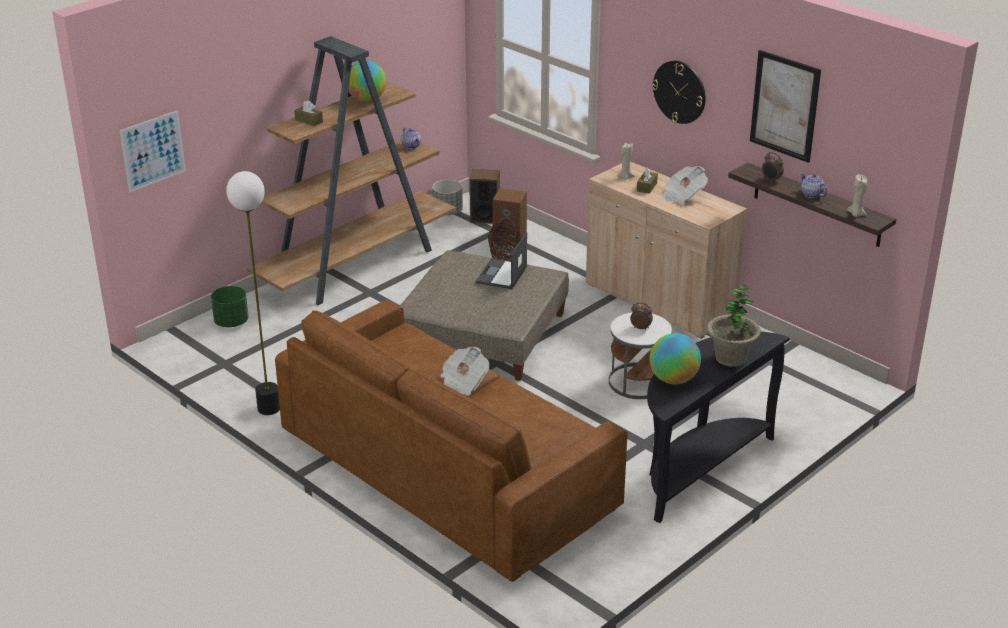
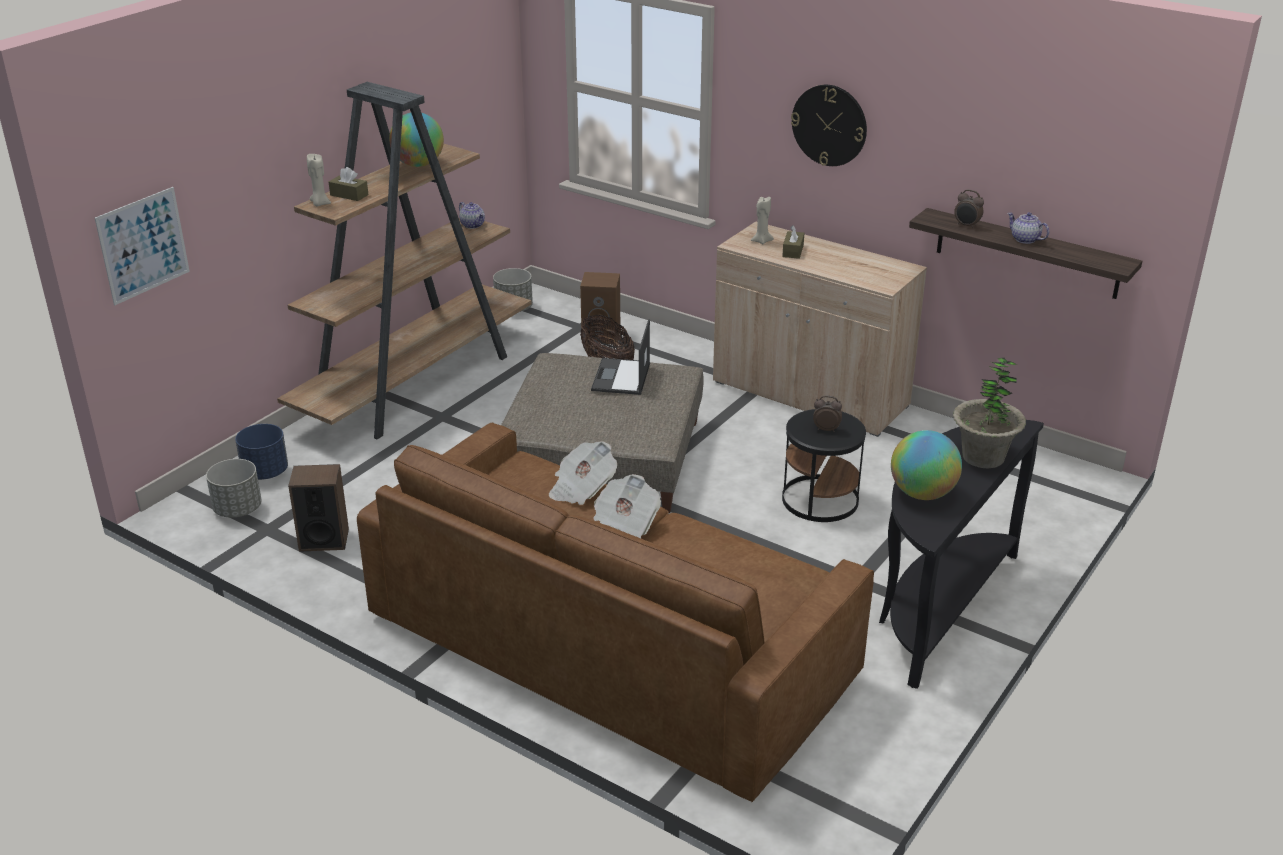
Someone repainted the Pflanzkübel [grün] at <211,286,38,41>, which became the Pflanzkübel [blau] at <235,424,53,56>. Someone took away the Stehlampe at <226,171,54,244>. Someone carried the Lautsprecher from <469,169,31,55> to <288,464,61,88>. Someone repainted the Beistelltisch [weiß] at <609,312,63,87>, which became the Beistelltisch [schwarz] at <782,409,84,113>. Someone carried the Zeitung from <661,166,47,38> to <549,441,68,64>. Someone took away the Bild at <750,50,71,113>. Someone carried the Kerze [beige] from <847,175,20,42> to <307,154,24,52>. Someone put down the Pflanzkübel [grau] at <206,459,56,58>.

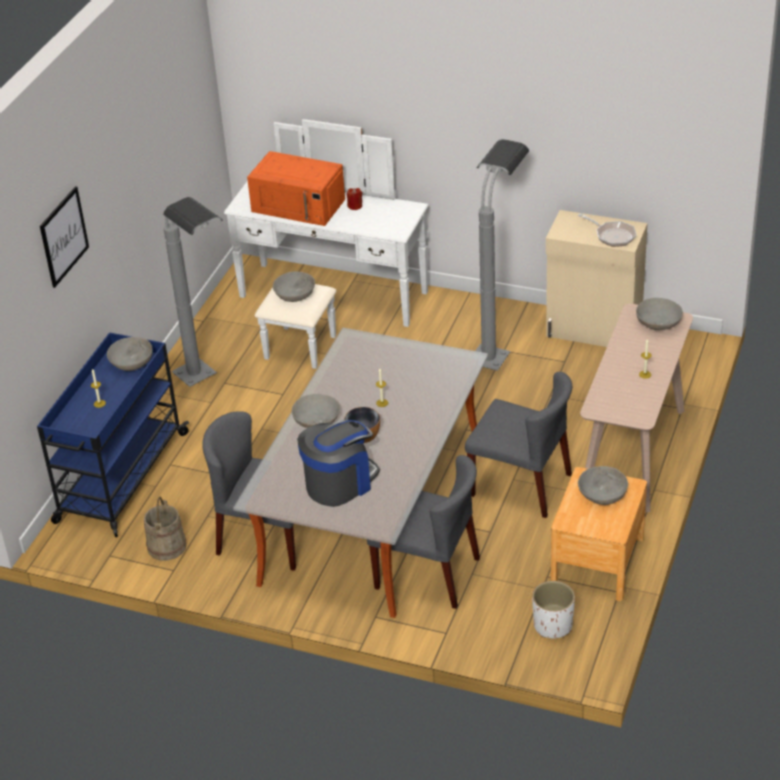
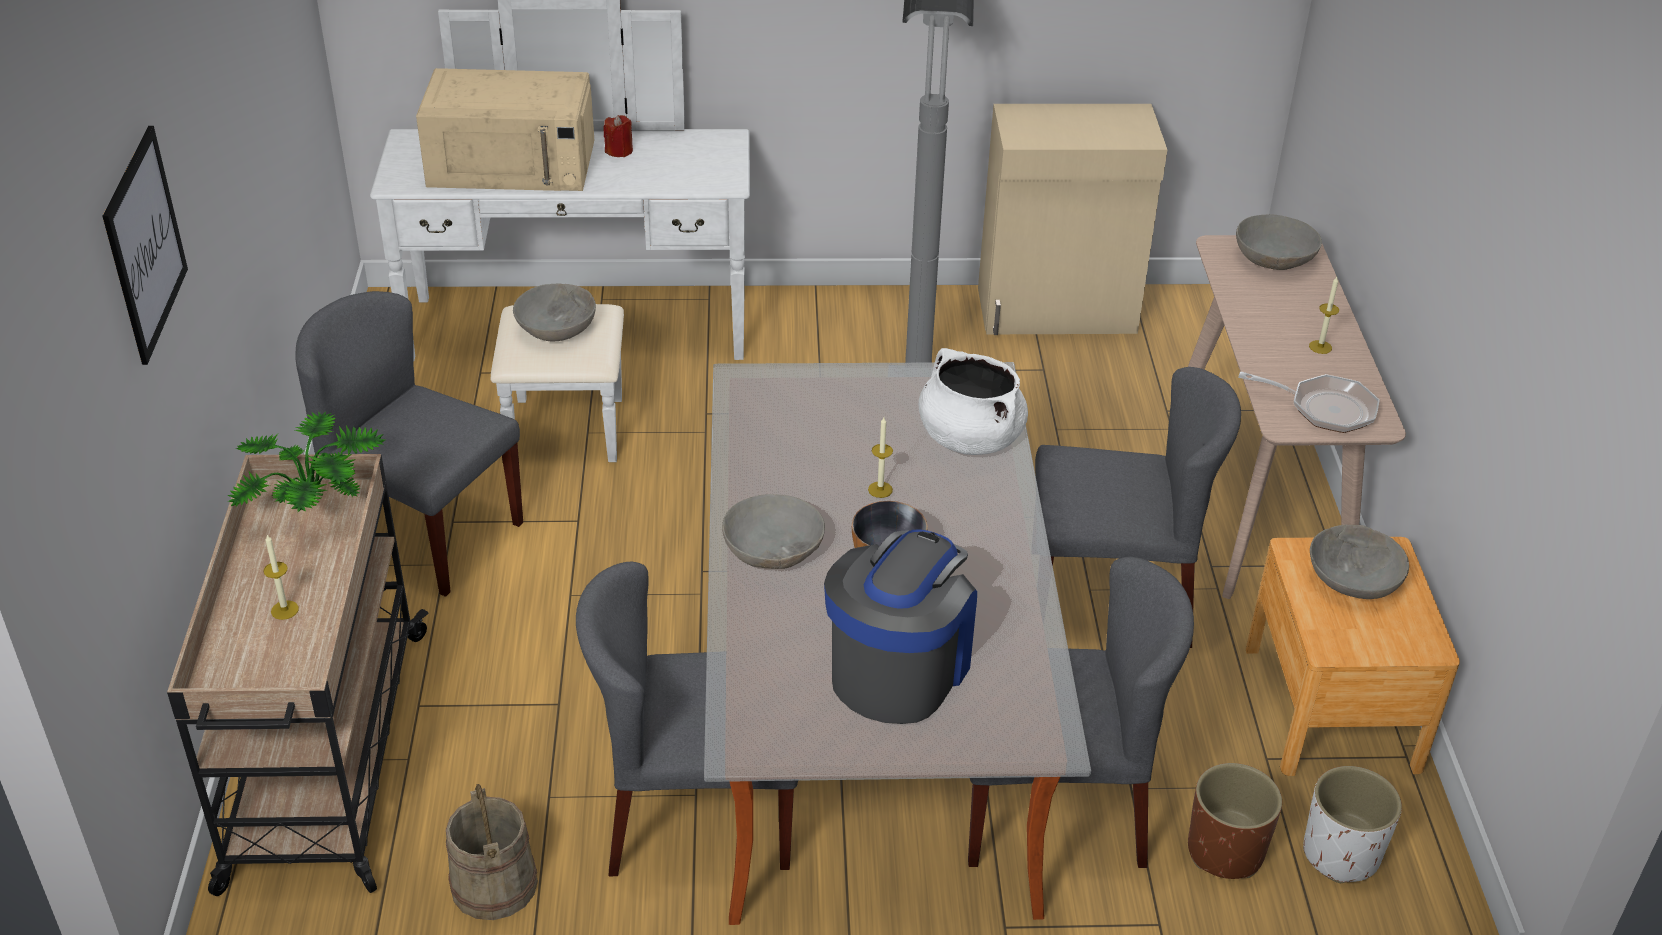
Someone repainted the Rollwagen [blau] at <37,332,152,205>, which became the Rollwagen [beige] at <167,454,261,442>. Someone swapped the Schüssel [grau] at <107,337,46,34> for the Topfpflanze at <228,412,157,100>. Someone swapped the Stehlampe [grau] at <163,197,60,190> for the Stuhl [grau] at <296,291,227,306>. Someone repainted the Mikrowelle [orange] at <247,151,98,75>, which became the Mikrowelle [beige] at <416,68,178,123>. Someone carried the Pfanne from <578,213,59,34> to <1238,371,142,62>. Someone put down the Kochtopf [weiß] at <918,348,110,107>. Someone put down the Pflanzkübel [braun] at <1188,763,94,116>.

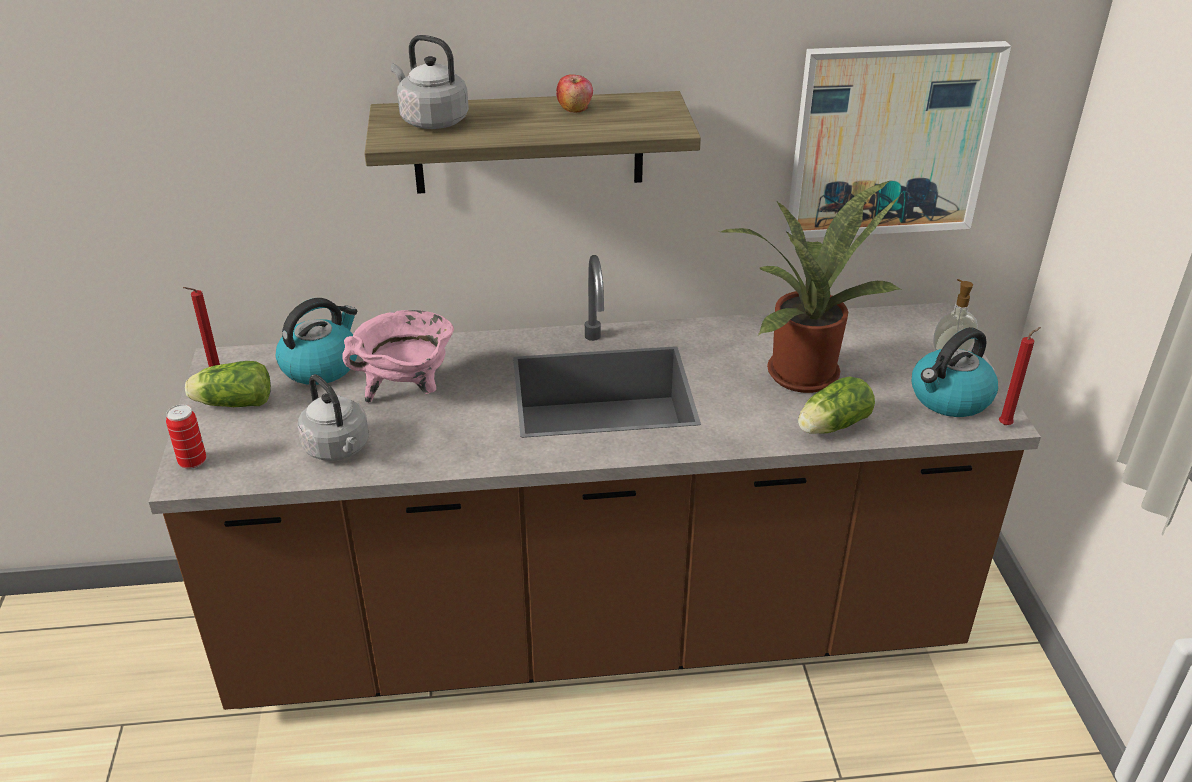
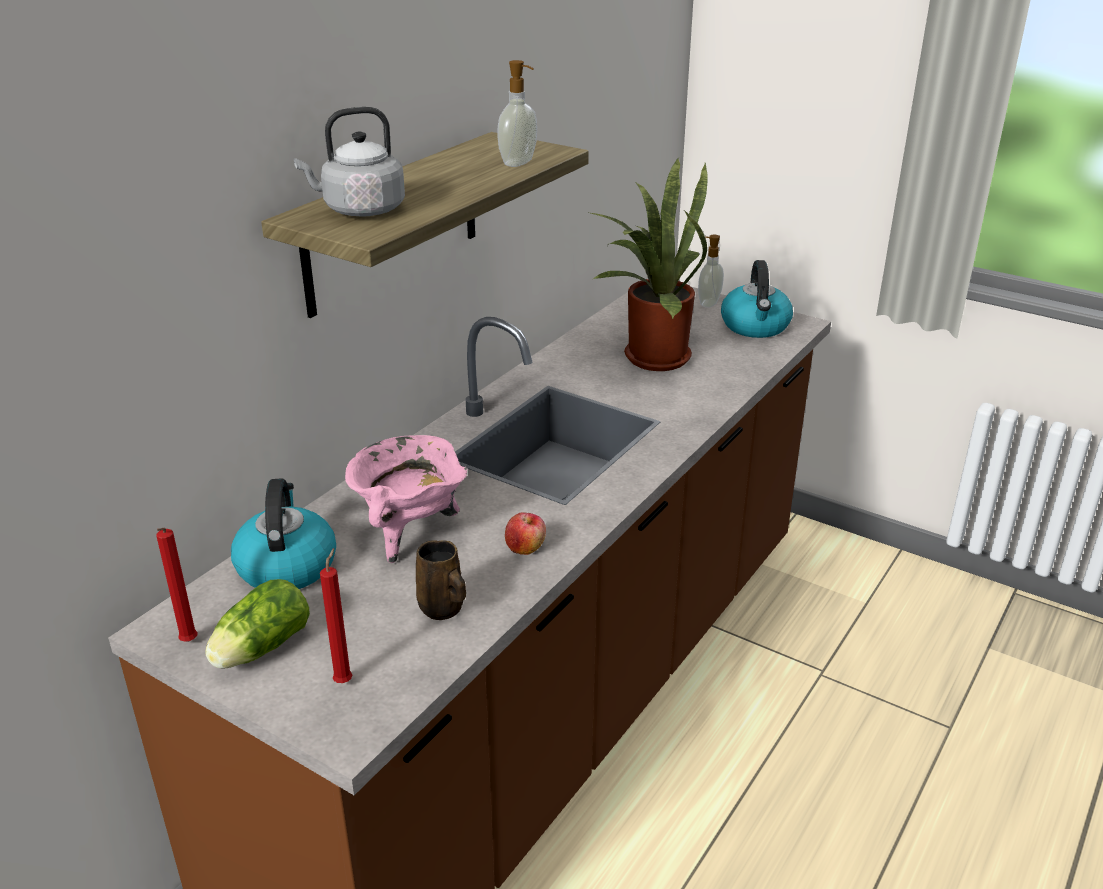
Someone took away the Dose at <166,405,40,64>. Someone swapped the Wasserkessel [grau] at <298,374,71,87> for the Henkelbecher [braun] at <416,540,50,80>. Someone carried the Apfel from <556,74,37,38> to <505,512,41,43>. Someone took away the Bild at <786,41,225,198>. Someone took away the Salatkopf at <798,376,77,58>. Someone carried the Kerze [rot] from <999,327,42,98> to <320,548,32,135>. Someone put down the Seifenspender at <498,60,39,107>.

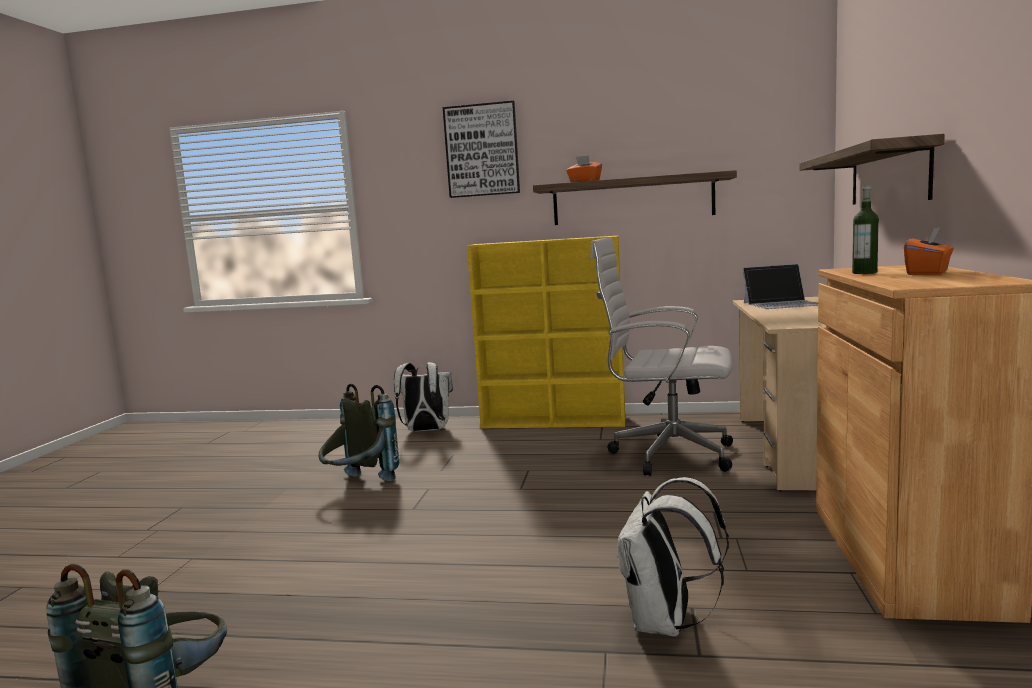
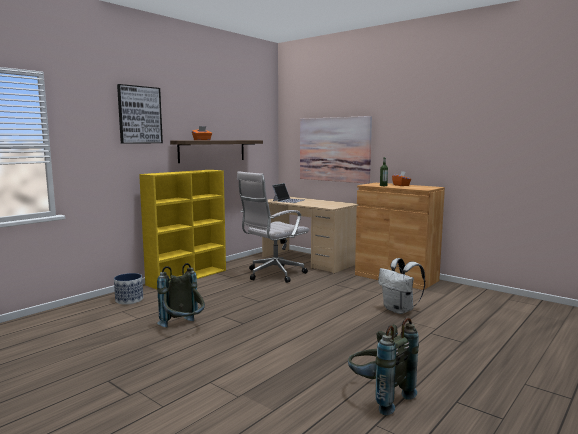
Someone swapped the Rucksack [weiß] at <394,362,59,69> for the Pflanzkübel at <114,273,29,31>. Someone swapped the Wandregal at <799,134,146,71> for the Bild at <300,116,72,68>.

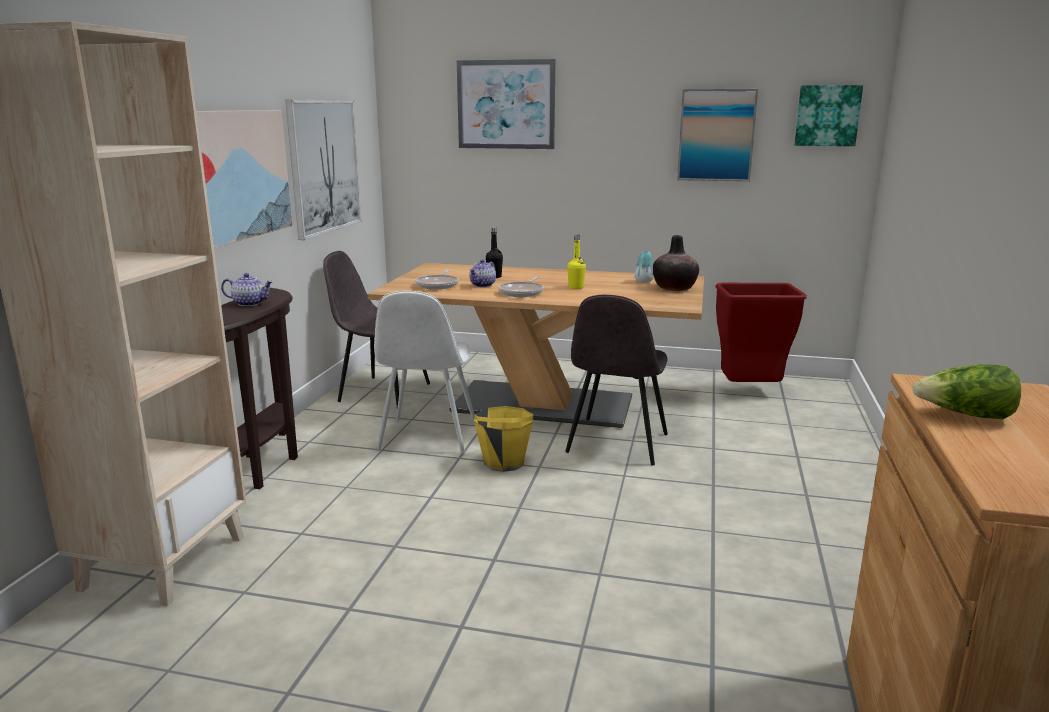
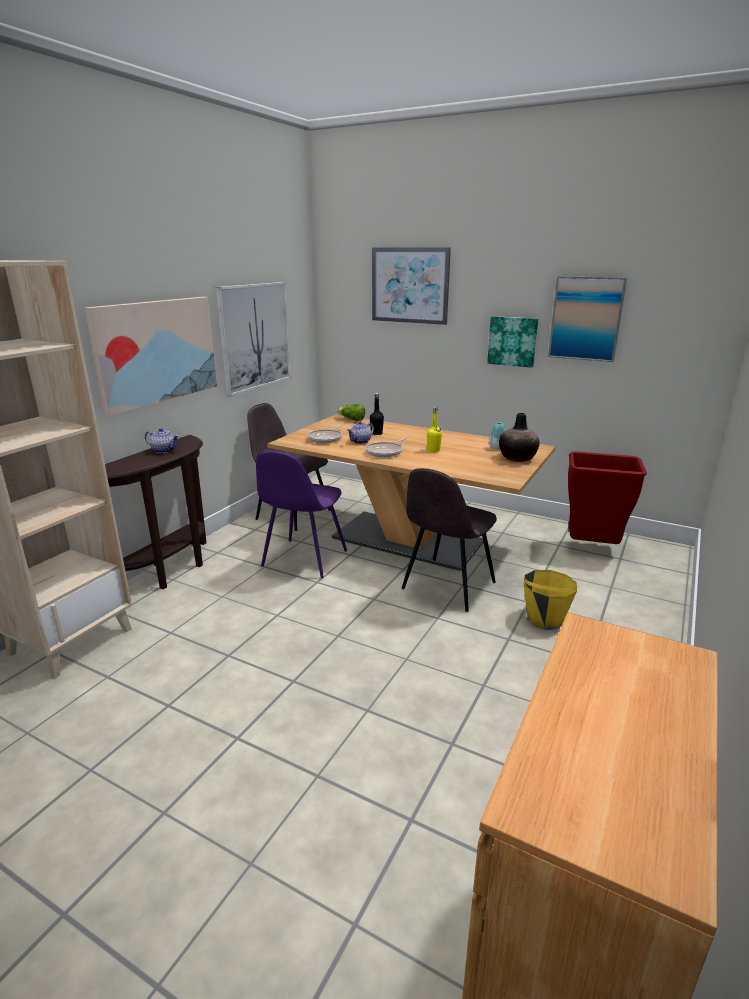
Someone repainted the Stuhl [weiß] at <374,291,101,162>, which became the Stuhl [lila] at <256,450,91,128>. Someone carried the Eimer [gelb] from <474,406,59,66> to <523,570,54,60>. Someone carried the Bild from <794,85,69,61> to <487,316,51,52>. Someone carried the Salatkopf from <913,364,108,55> to <337,404,28,17>.

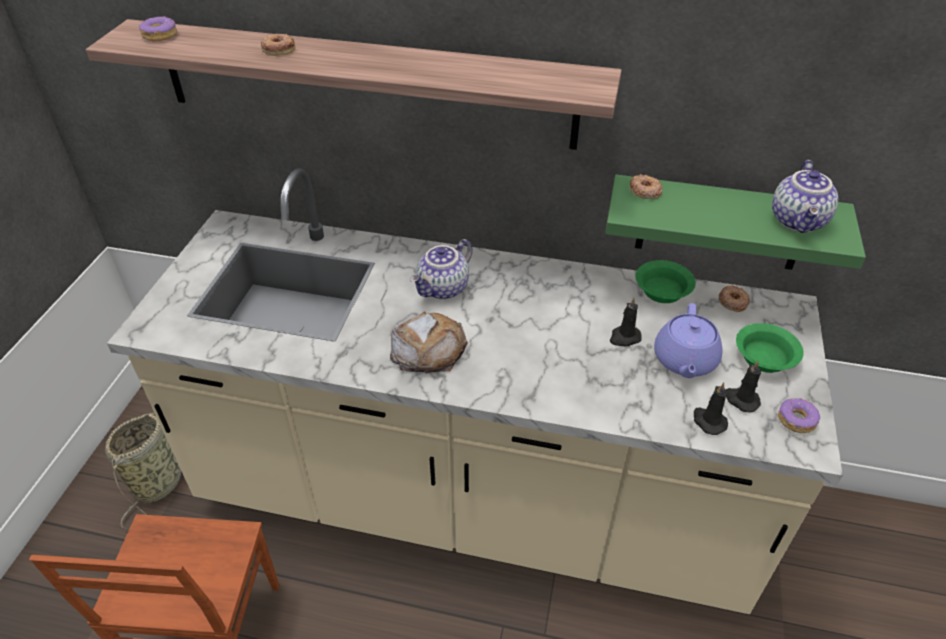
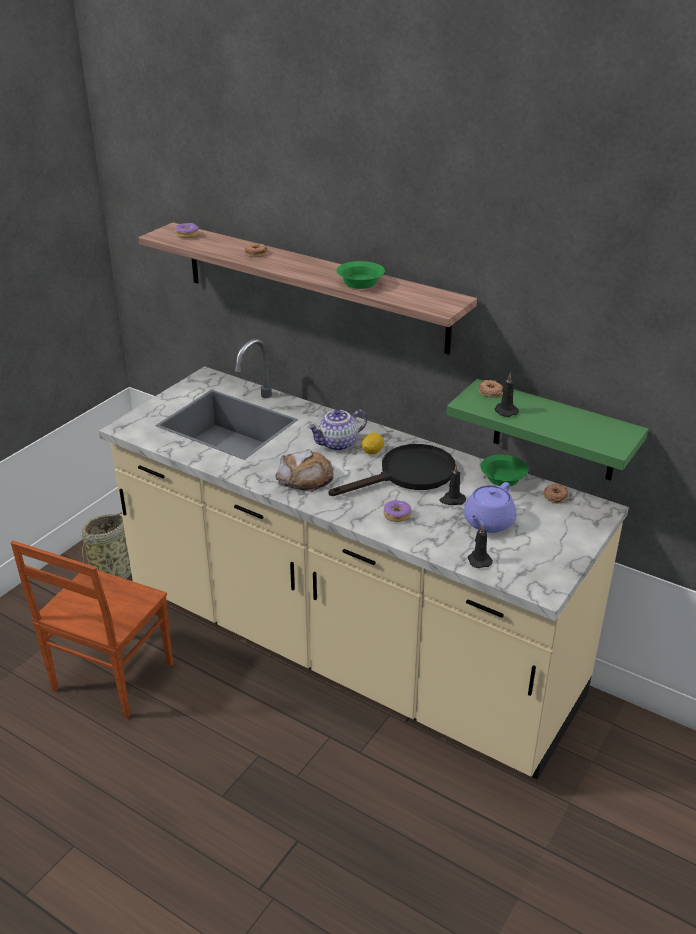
Someone carried the Kerze [schwarz] from <726,361,35,51> to <494,373,25,44>. Someone carried the Schüssel [grün] from <736,323,68,50> to <336,261,49,28>. Someone took away the Teekanne at <772,160,66,73>. Someone carried the Donut from <778,398,42,35> to <384,500,27,22>. Someone put down the Pfanne [schwarz] at <329,444,127,52>. Someone put down the Zitrone at <362,433,22,22>.

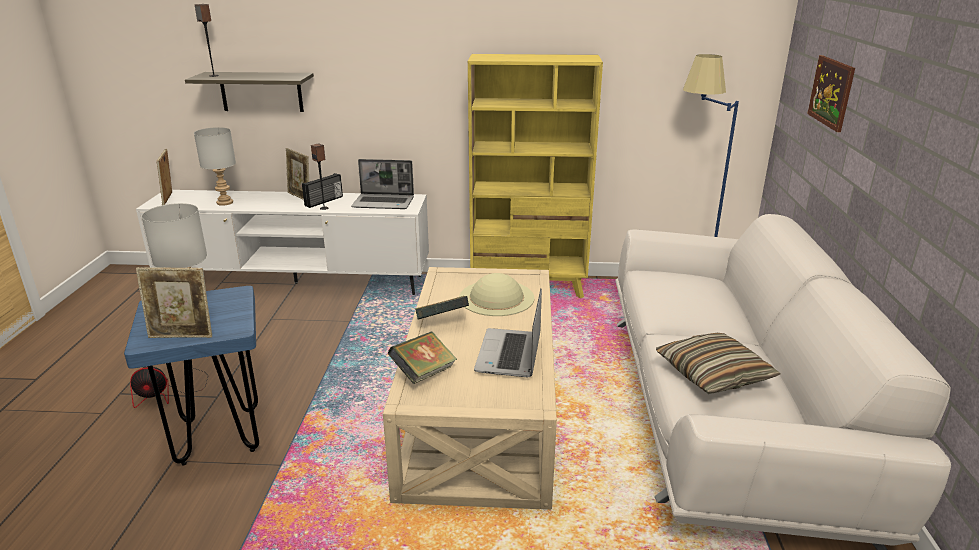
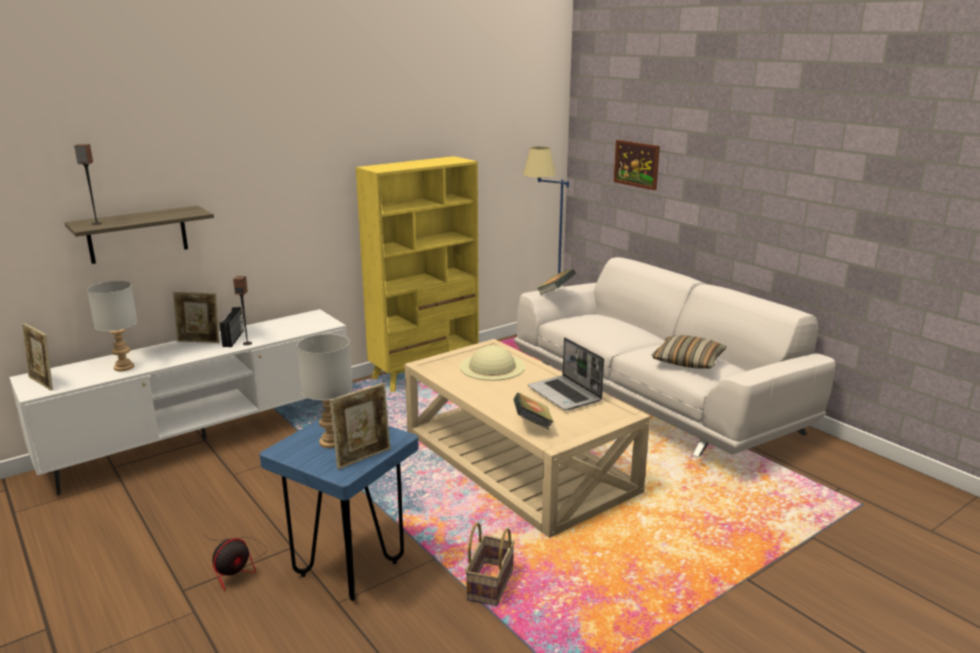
Someone took away the Laptop at <352,159,62,50>. Someone carried the Buch from <415,296,54,24> to <536,269,40,26>. Someone put down the Korb at <465,522,50,84>.

